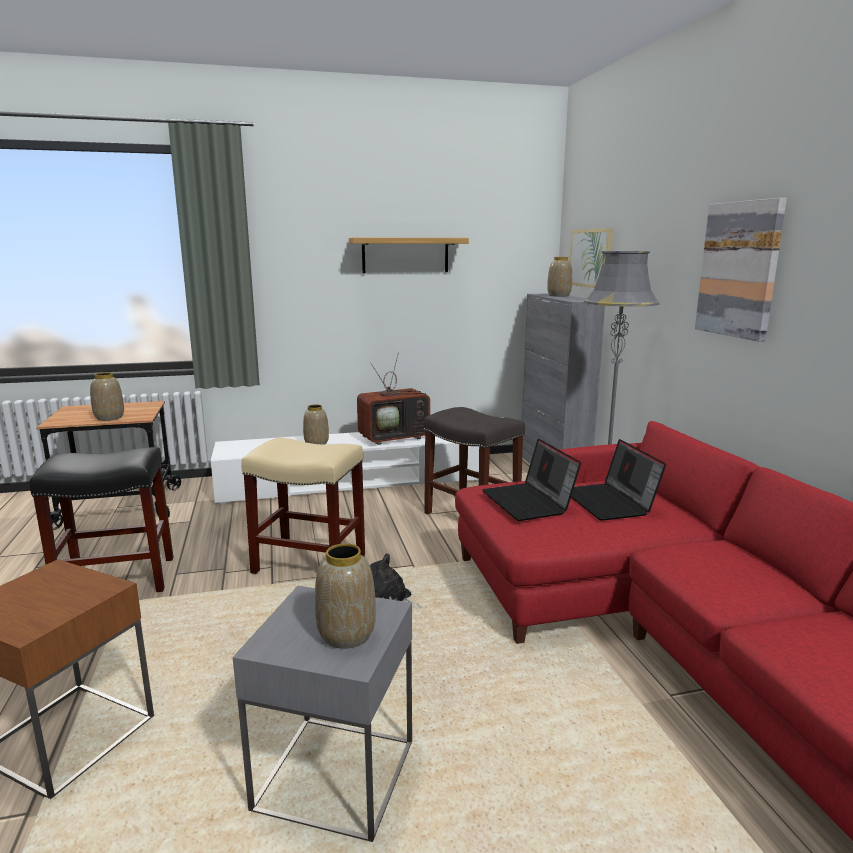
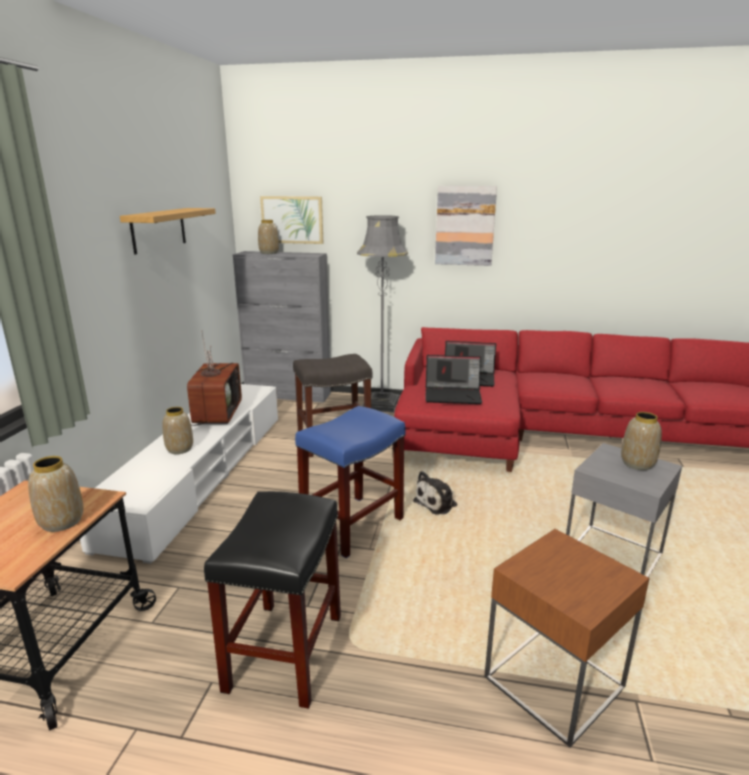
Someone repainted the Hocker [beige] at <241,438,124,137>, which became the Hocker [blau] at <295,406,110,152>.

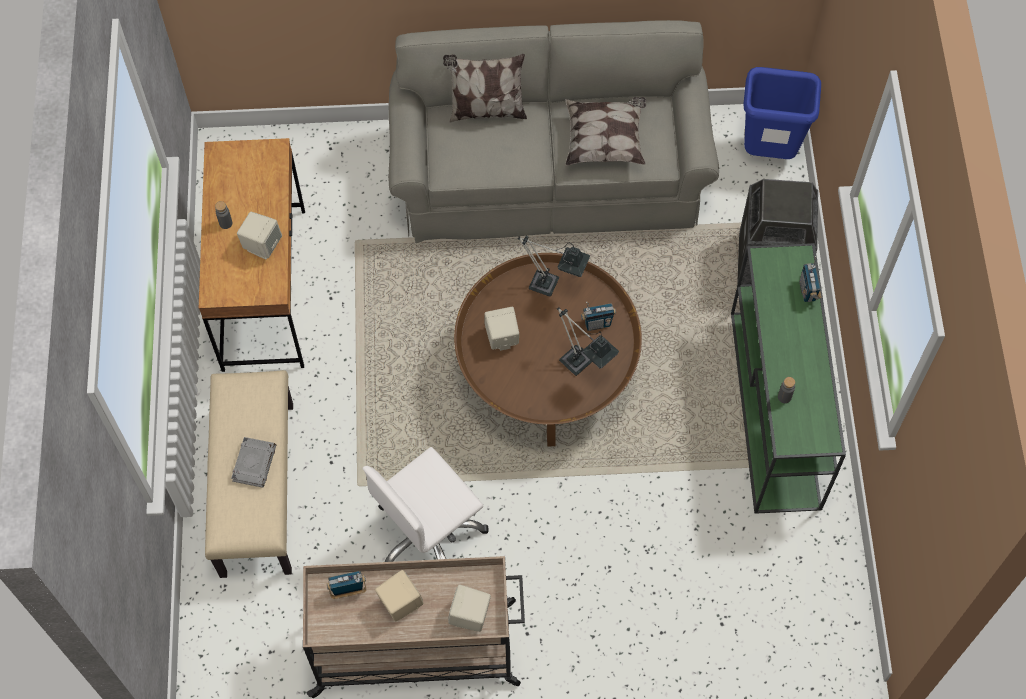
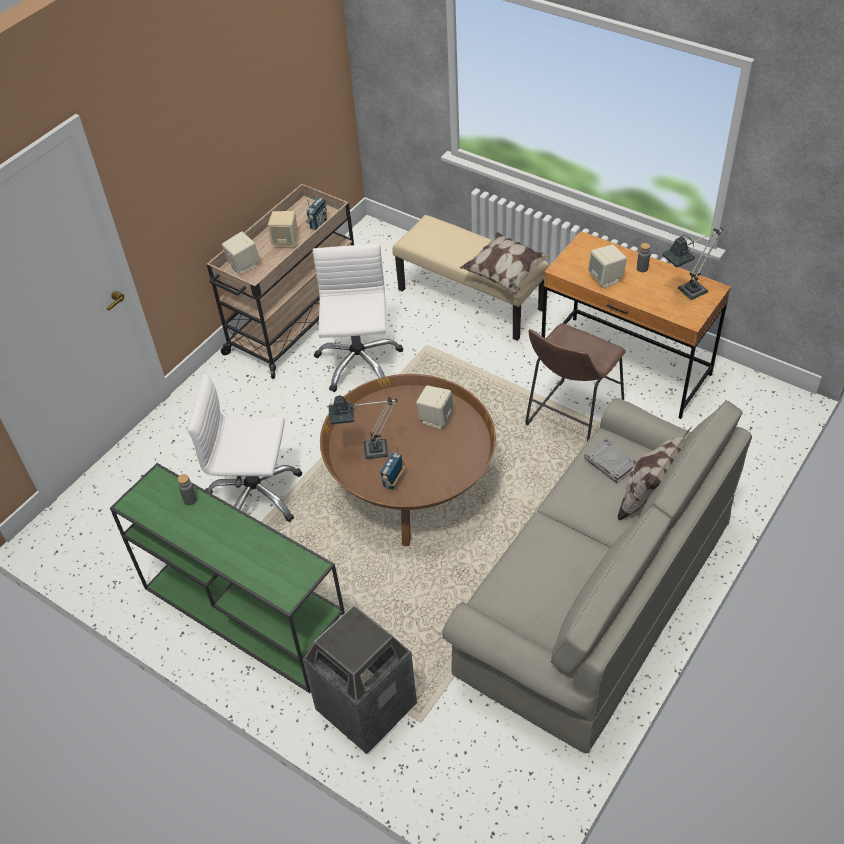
Someone carried the Buch [grau] from <231,437,45,51> to <584,439,53,44>. Someone carried the Tischlampe from <518,236,72,61> to <662,228,61,72>. Someone carried the Kissen from <565,97,81,68> to <460,232,91,62>. Someone took away the Mülleimer [blau] at <743,67,78,92>. Someone took away the Radio at <799,256,23,46>. Someone put down the Bürostuhl [weiß] at <187,374,115,148>. Someone put down the Hocker [braun] at <525,323,101,118>.

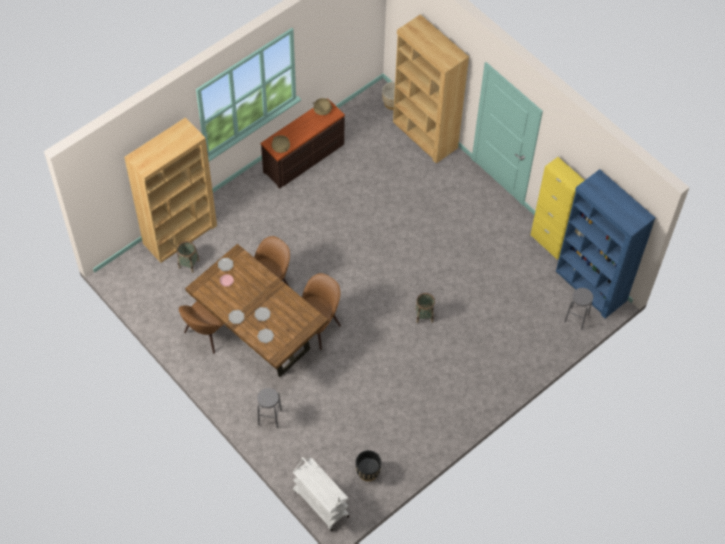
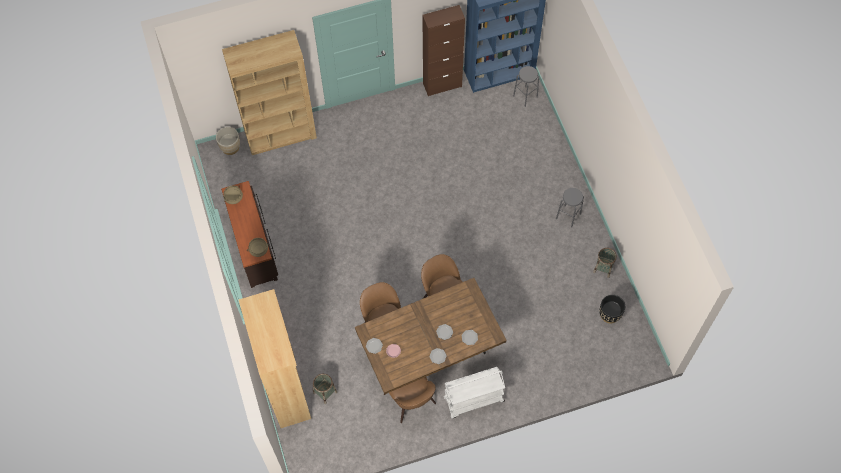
Someone carried the Hocker [grau] from <257,388,25,40> to <556,188,28,40>. Someone carried the Rollwagen [weiß] from <293,457,56,74> to <444,367,61,52>. Someone carried the Korb from <415,293,20,30> to <593,248,24,30>. Someone repainted the Schrank [gelb] at <531,157,54,102>, which became the Schrank [braun] at <422,5,43,91>.

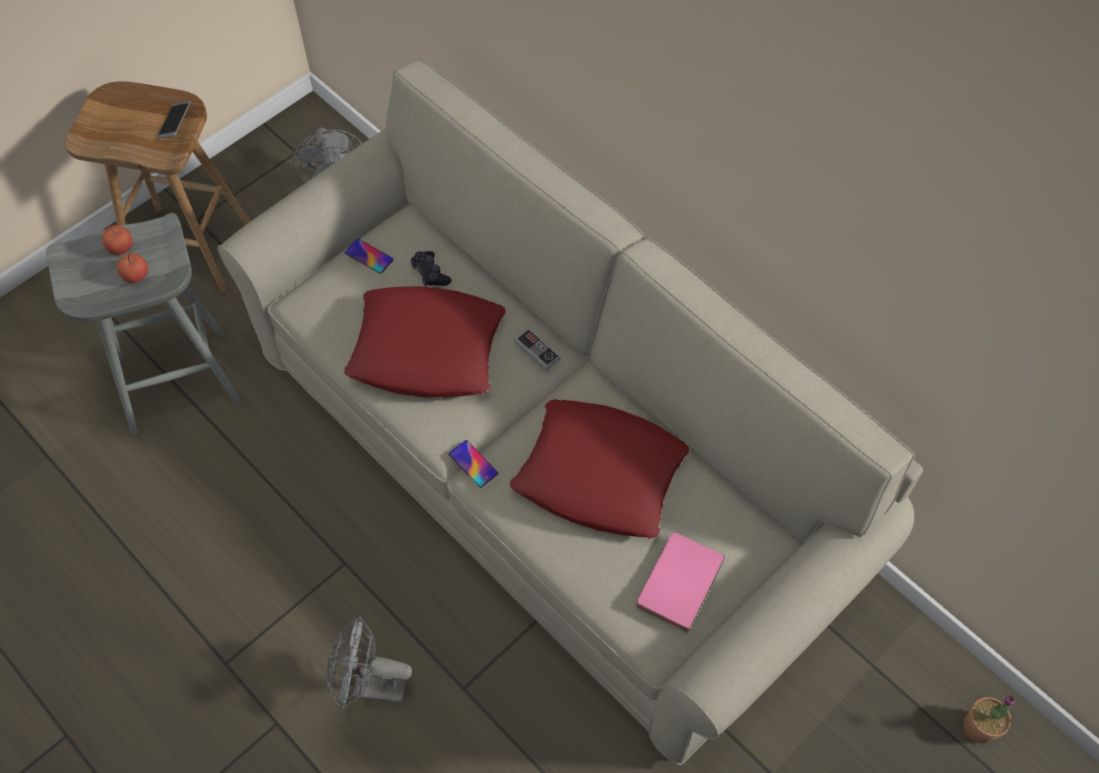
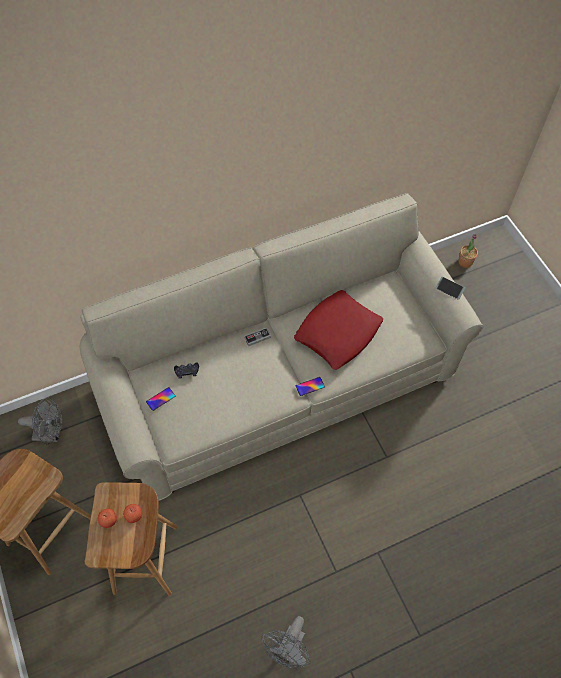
Someone repainted the Hocker [grau] at <46,213,196,222>, which became the Hocker [braun] at <85,482,93,114>. Someone carried the Handy from <157,101,34,38> to <436,277,29,23>. Someone carried the Ventilator [grau] from <326,616,86,94> to <261,616,50,53>. Someone took away the Kissen [rot] at <344,286,162,112>. Someone took away the Buch [rosa] at <637,533,88,100>.

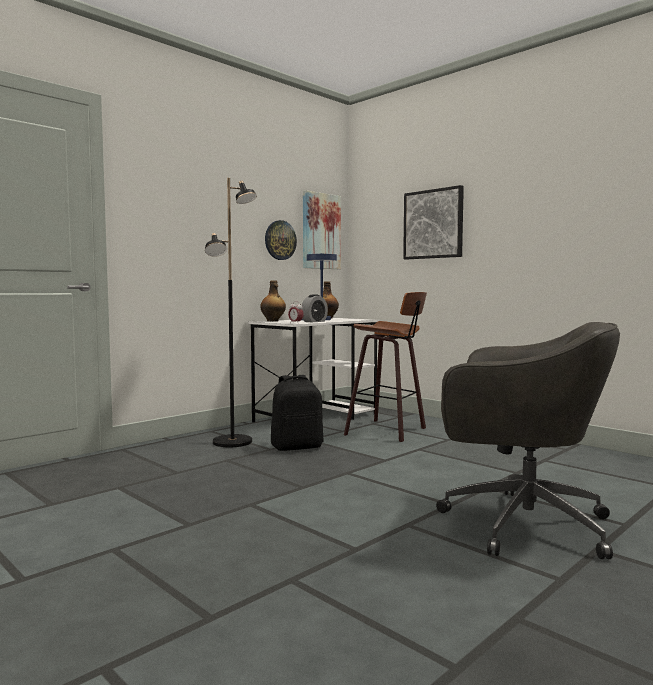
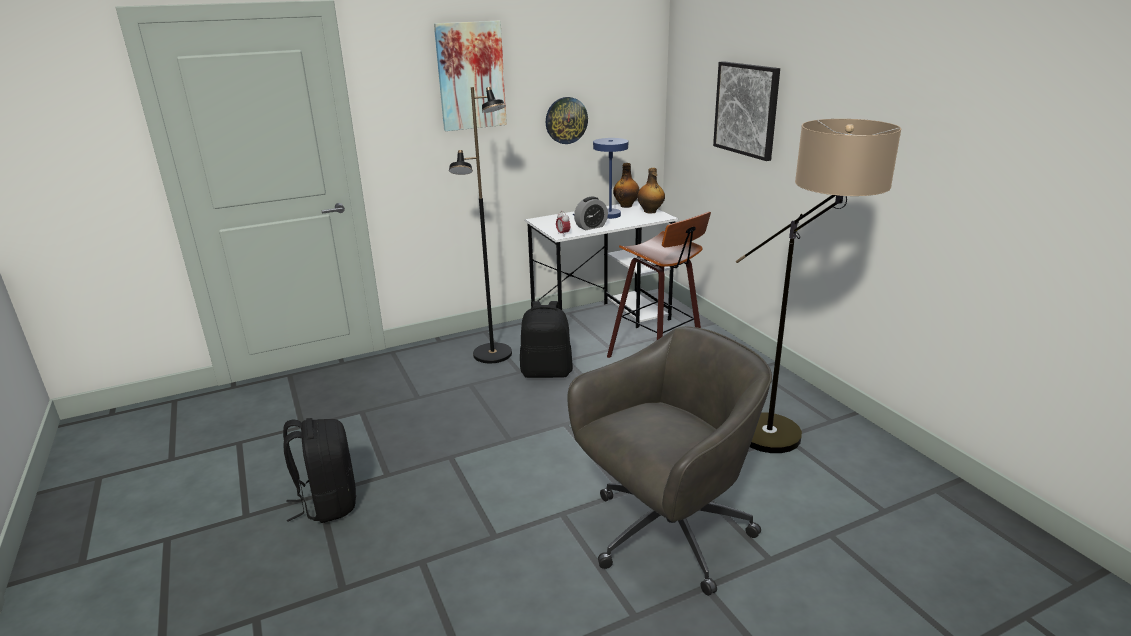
Someone carried the Flasche from <260,280,26,41> to <637,168,28,45>. Someone carried the Bild from <303,190,38,79> to <434,21,73,110>. Someone rotated the Bürostuhl [grau] at <436,322,184,237> by 75 degrees counterclockwise. Someone put down the Rucksack [schwarz] at <283,418,73,105>. Someone put down the Stehlampe at <736,119,166,334>.

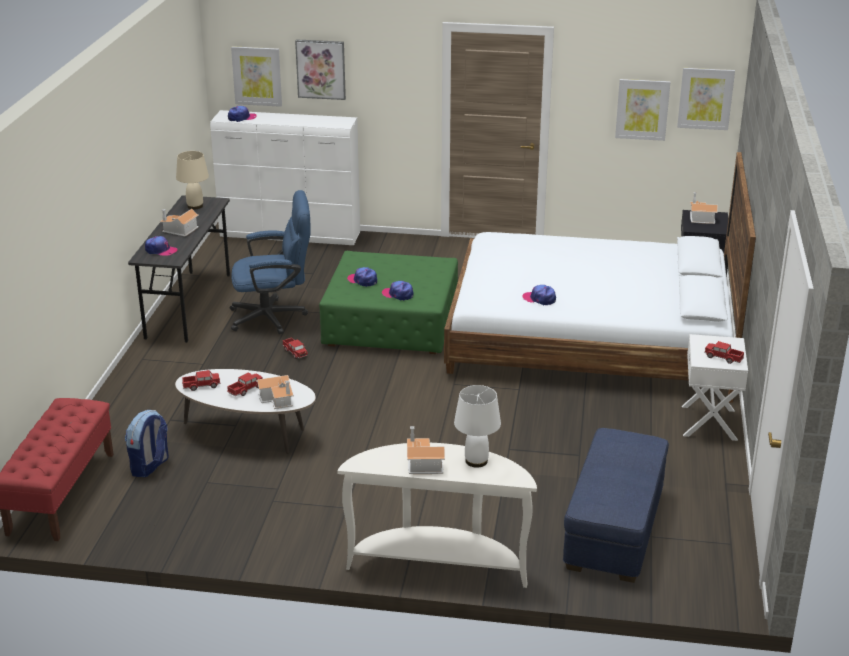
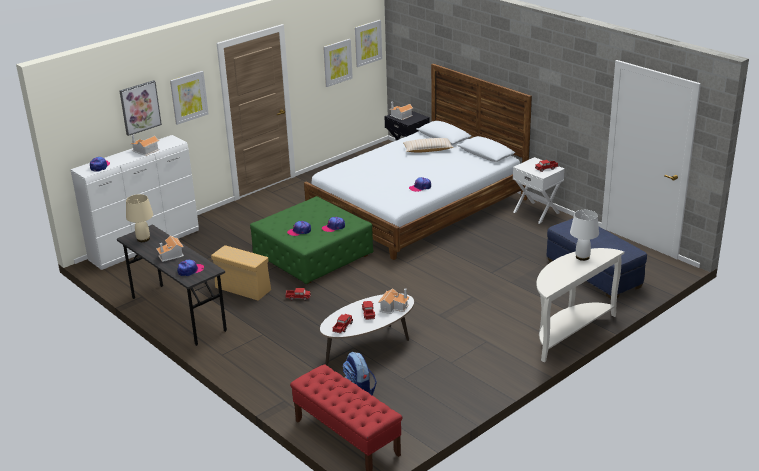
Someone swapped the Bürostuhl [blau] at <230,190,81,144> for the Aufbewahrungsbox [beige] at <211,245,60,56>. Someone carried the Bild from <231,46,51,61> to <170,71,39,54>. Someone carried the Spielzeughaus from <407,426,38,48> to <130,135,29,21>. Someone put down the Kissen [beige] at <403,138,51,14>.

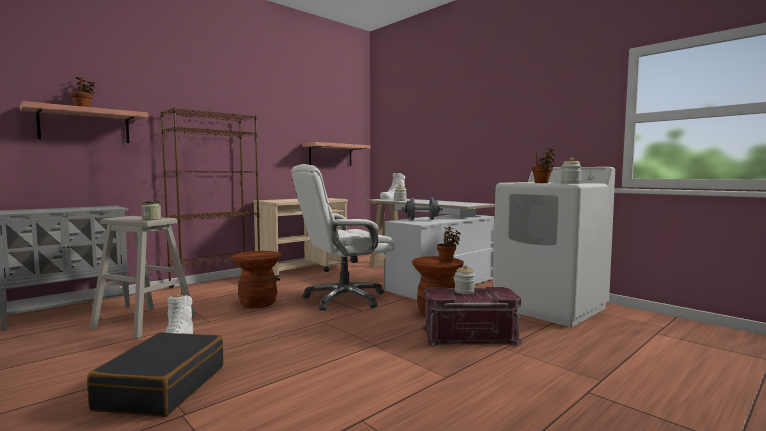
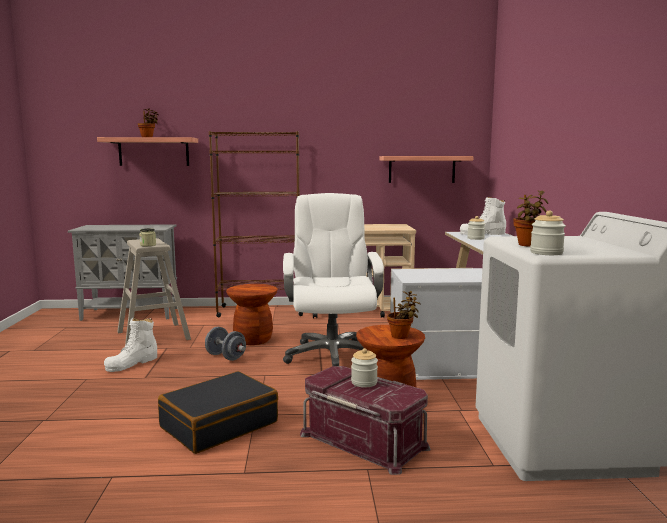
Someone carried the Koffer [schwarz] from <87,332,137,85> to <158,371,120,83>. Someone rotated the Bürostuhl [weiß] at <291,164,105,147> by 75 degrees clockwise. Someone carried the Hantel [grau] from <401,197,42,23> to <205,327,41,34>.

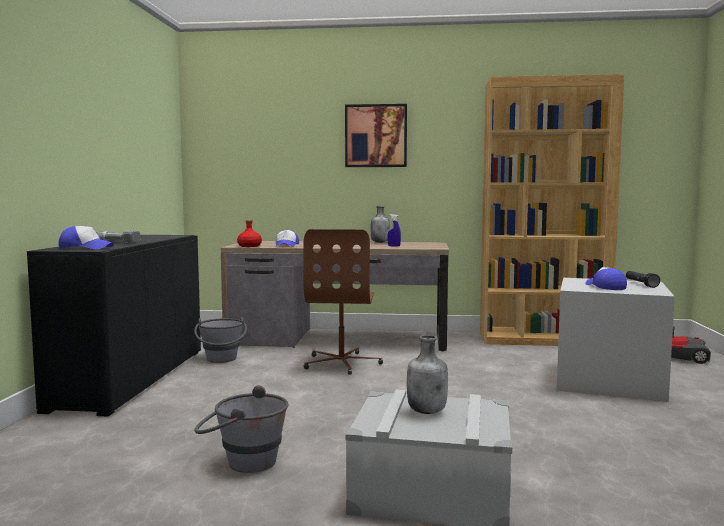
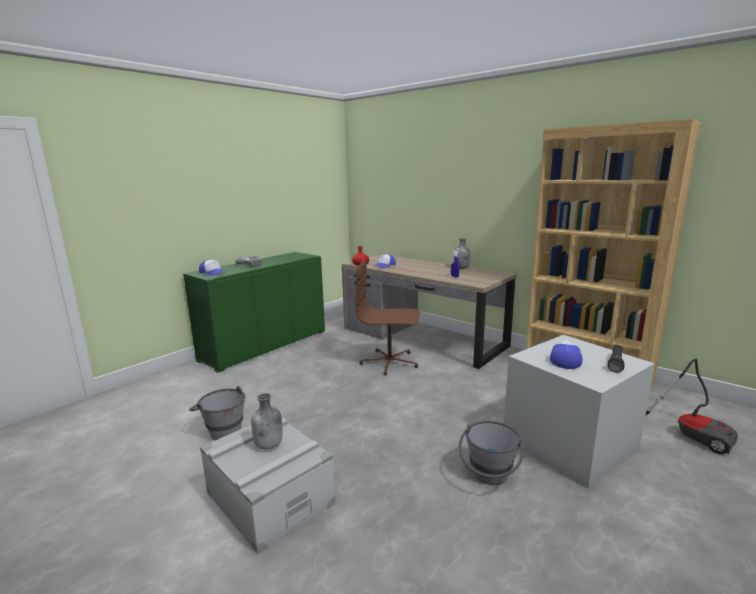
Someone repainted the Schrank [schwarz] at <27,235,174,181>, which became the Schrank [grün] at <183,252,142,121>. Someone carried the Eimer [grau] from <194,317,53,46> to <459,421,65,64>. Someone rotated the Bürostuhl [braun] at <304,229,79,146> by 60 degrees clockwise. Someone took away the Bild at <345,104,62,63>.

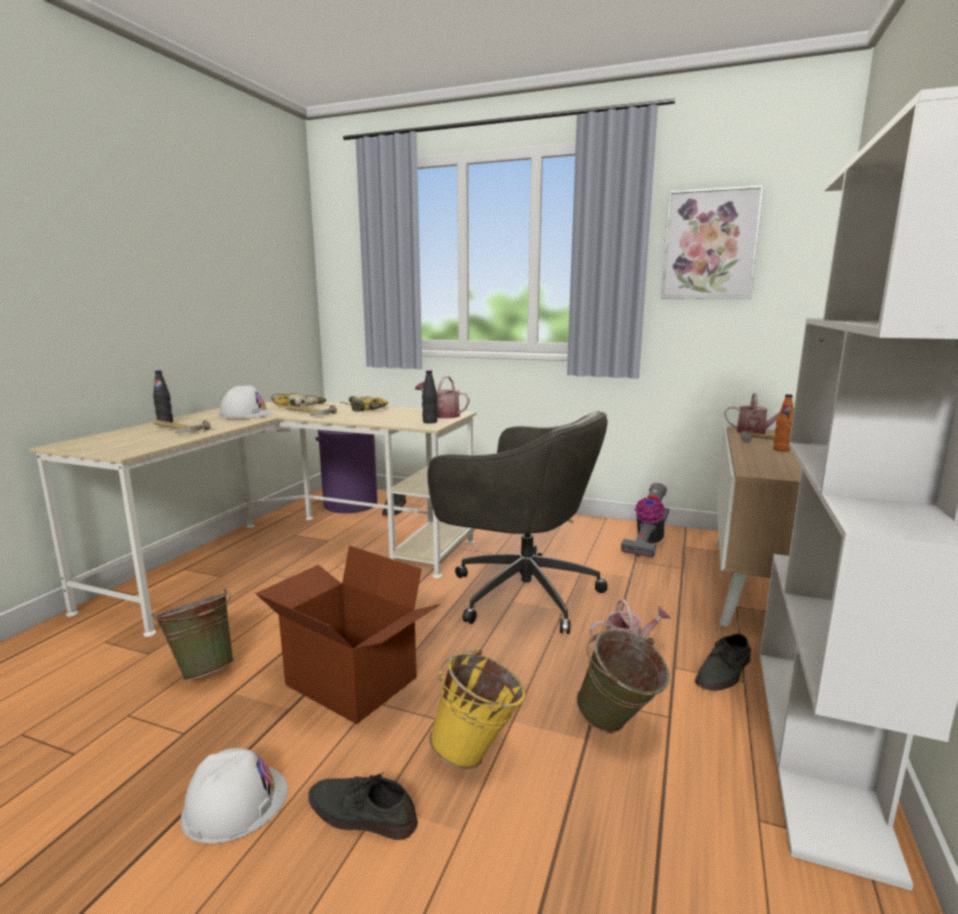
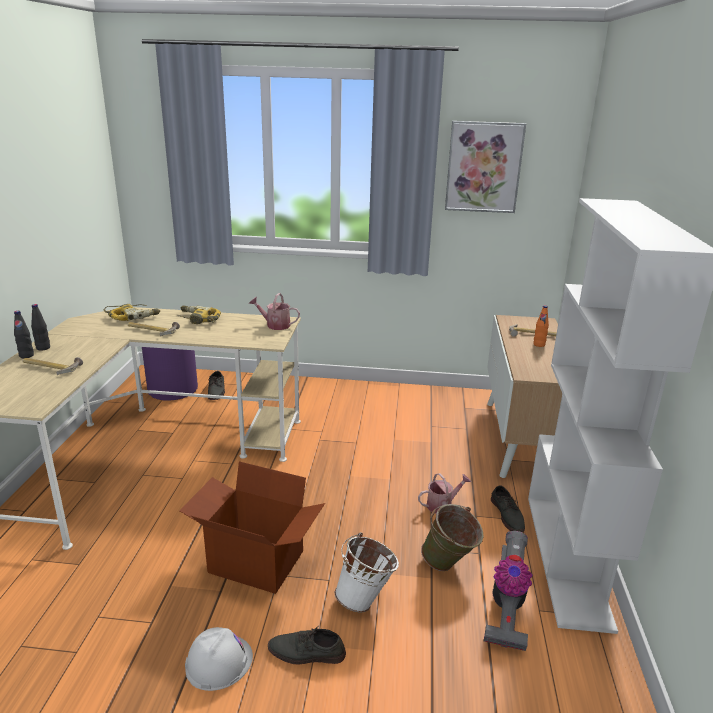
Someone took away the Eimer [grün] at <152,589,82,91>. Someone took away the Schutzhelm [weiß] at <218,386,56,33>. Someone carried the Flasche [schwarz] from <422,370,16,54> to <31,304,19,47>. Someone took away the Bürostuhl [grau] at <428,411,180,223>. Someone repainted the Eimer [gelb] at <429,648,96,121>, which became the Eimer [weiß] at <335,532,64,81>. Someone carried the Staubsauger from <621,483,48,75> to <483,531,49,120>. Someone rotated the Schuh [grau] at <695,634,56,57> by 45 degrees counterclockwise. Someone took away the Gießkanne at <724,393,70,41>.

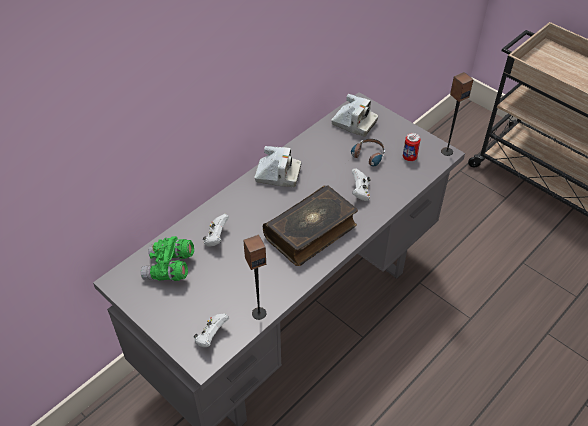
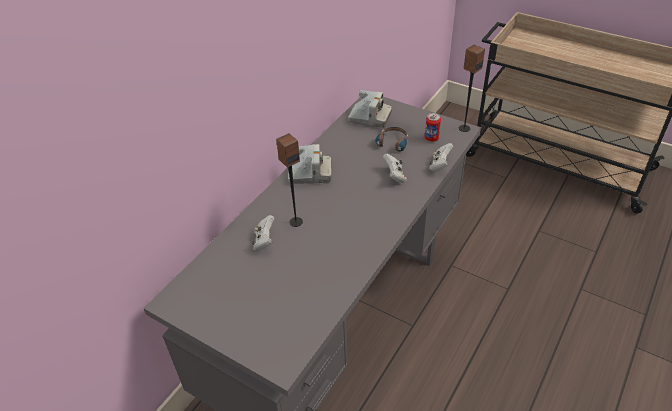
Someone took away the Fernglas [grün] at <141,236,53,45>. Someone carried the Gamepad [weiß] from <193,313,36,34> to <429,143,24,28>. Someone carried the Lautsprecher from <243,234,23,86> to <276,133,27,94>. Someone took away the Buch at <263,185,95,81>.

